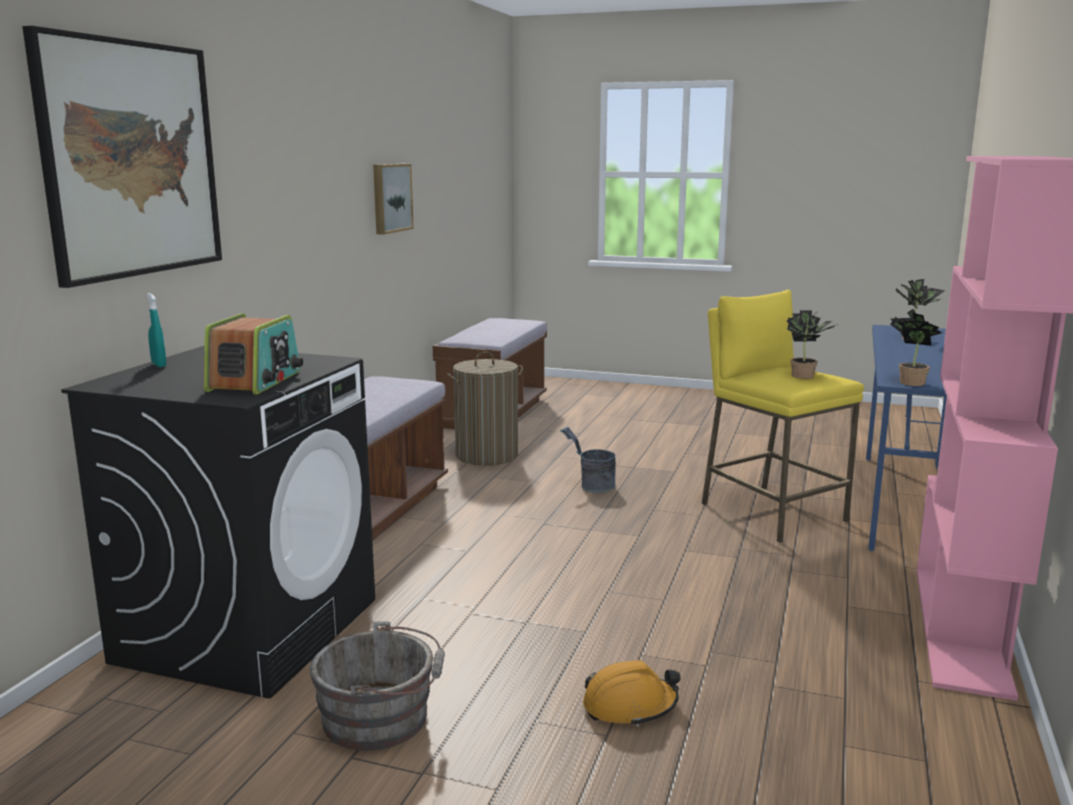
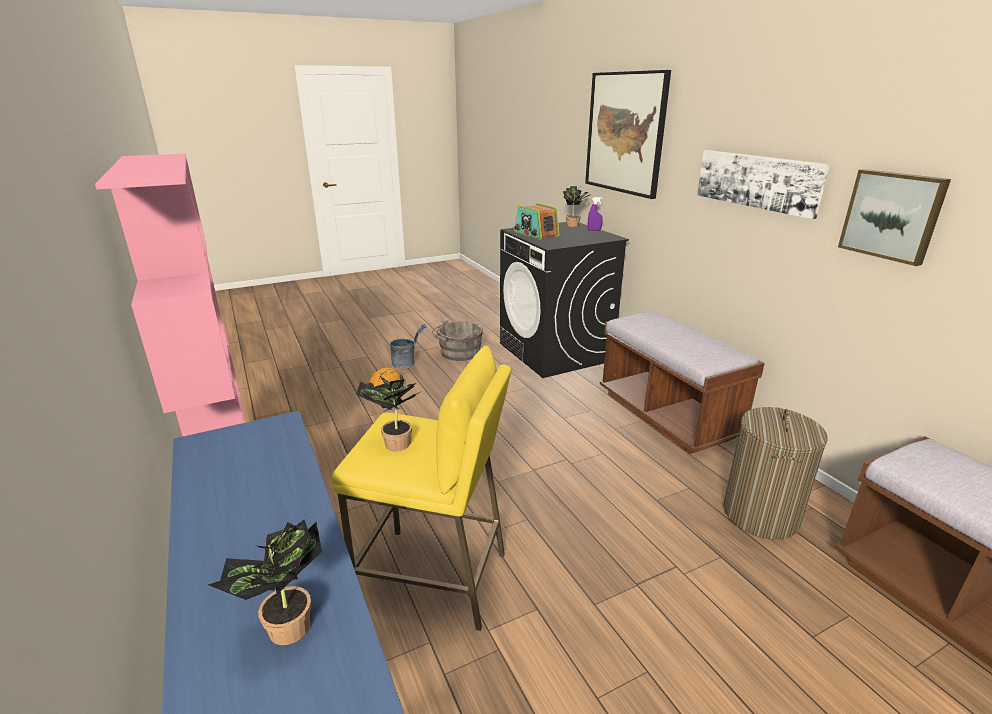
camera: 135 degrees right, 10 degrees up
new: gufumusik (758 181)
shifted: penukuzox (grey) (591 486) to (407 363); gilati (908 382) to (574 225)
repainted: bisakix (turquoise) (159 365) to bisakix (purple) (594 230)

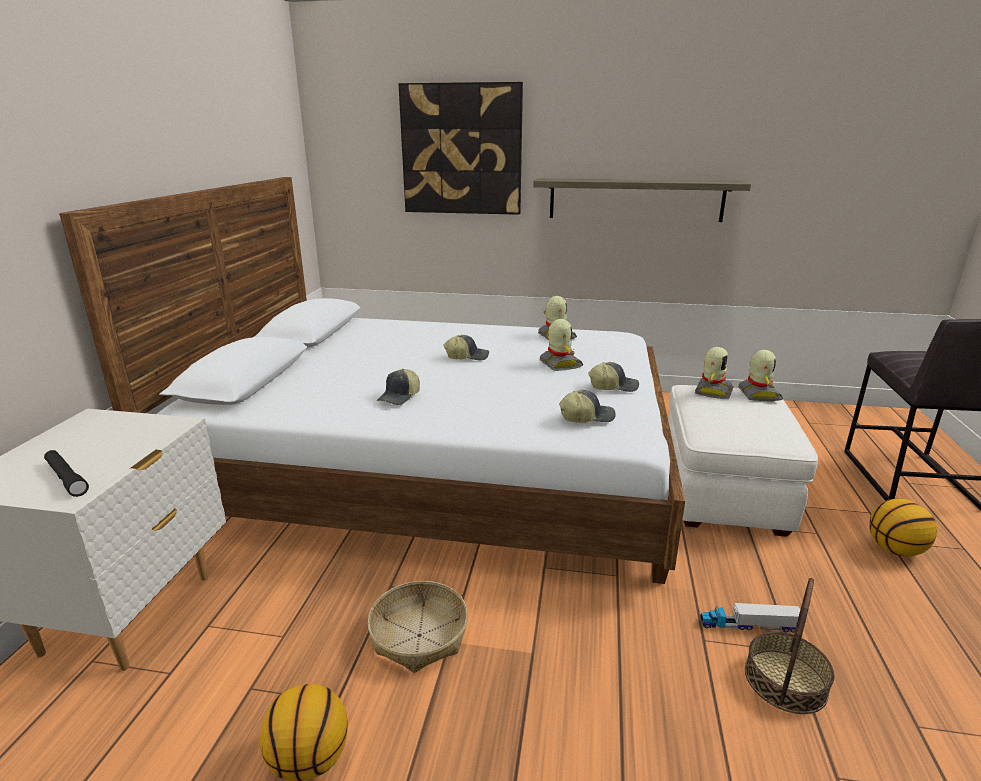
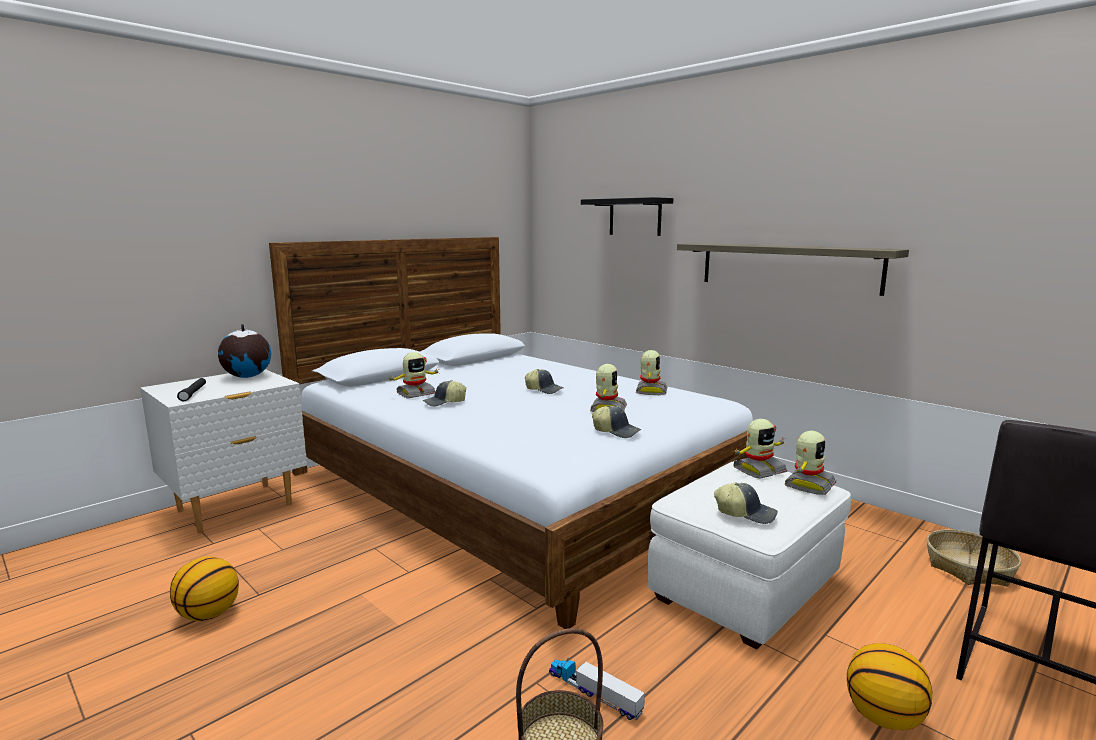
camera: 35 degrees right, 10 degrees down
new: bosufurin (247 377); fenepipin (415 394)
shifted: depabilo (419 635) to (968 567); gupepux (586 417) to (745 513)
swapped: gufumusik (461 150) to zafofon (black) (635 217)

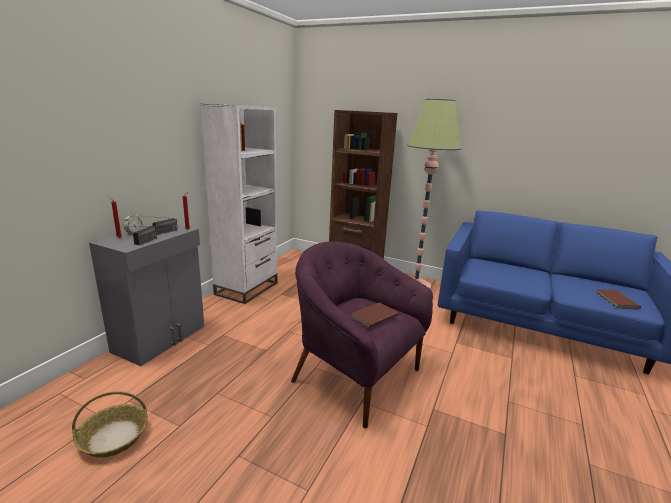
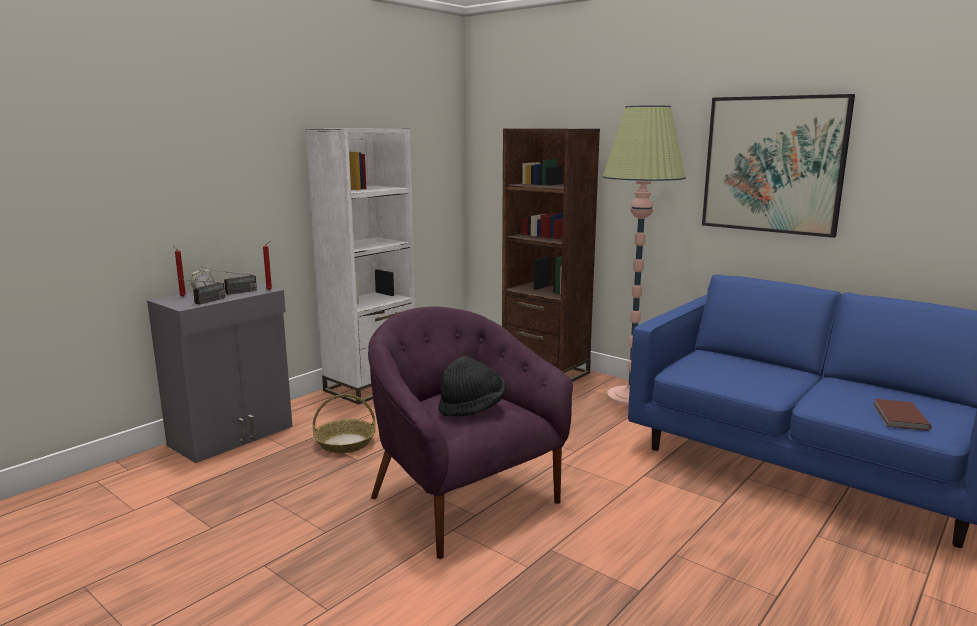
camera: 15 degrees right, 5 degrees down
new: gufumusik (773 164)
shifted: depabilo (114 437) to (345 443)
swapped: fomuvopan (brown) (373 316) to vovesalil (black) (472 408)

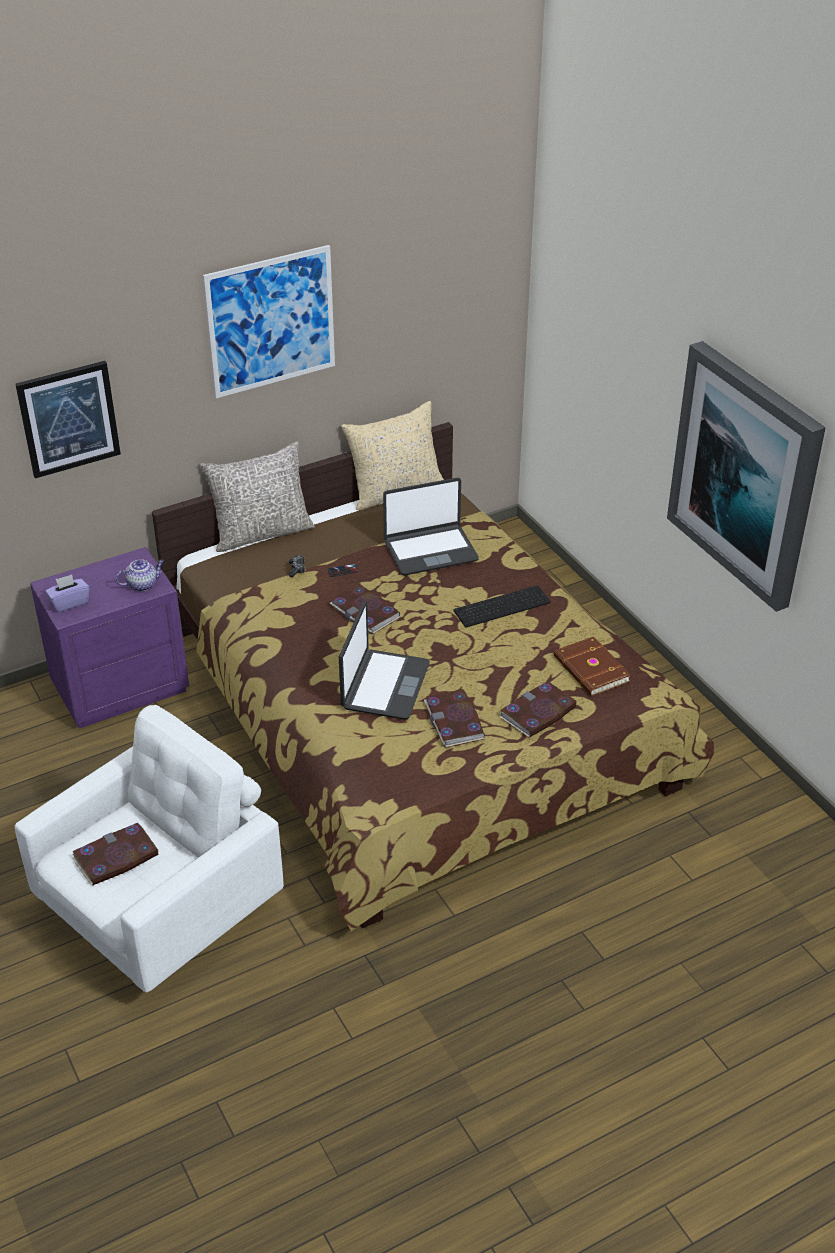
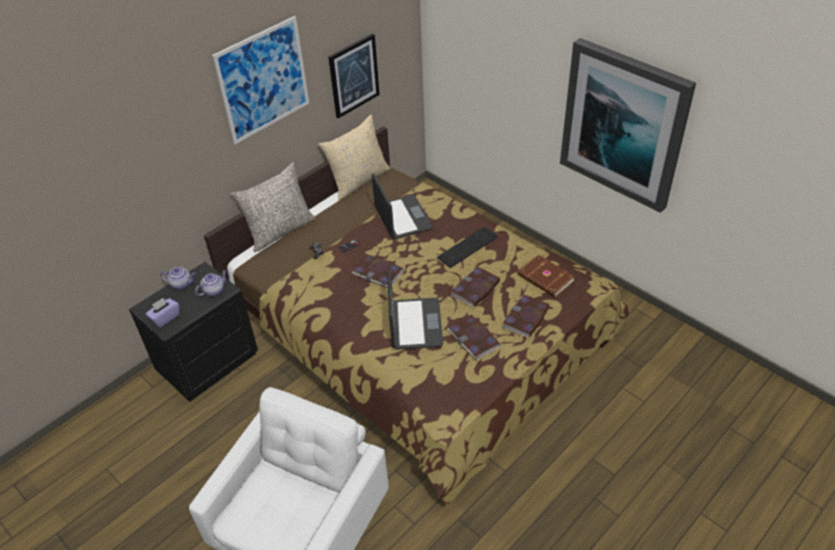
camera: 15 degrees left, 5 degrees up
new: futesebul (182 284)
shifted: gufumusik (68 418) to (354 75); fomuvopan (116 857) to (475 289)
repainted: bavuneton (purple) (120 686) to bavuneton (black) (207 362)
rotated: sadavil (430 550) = (402 218) 75 degrees counterclockwise

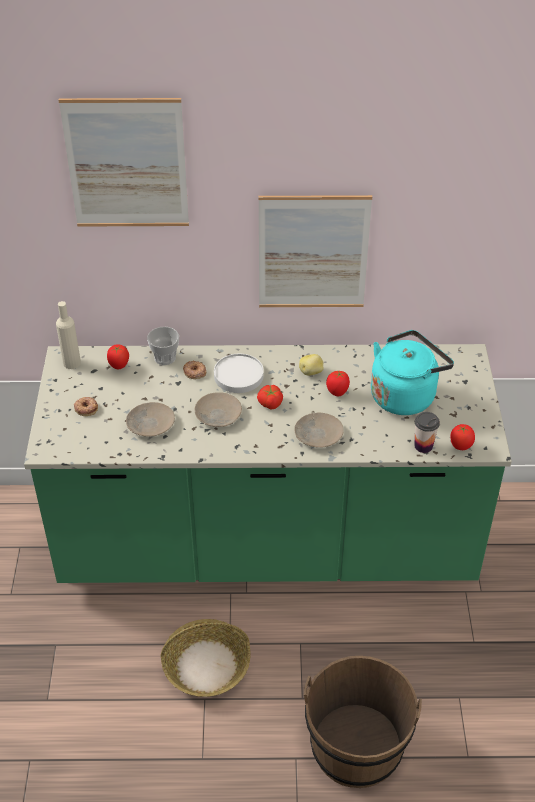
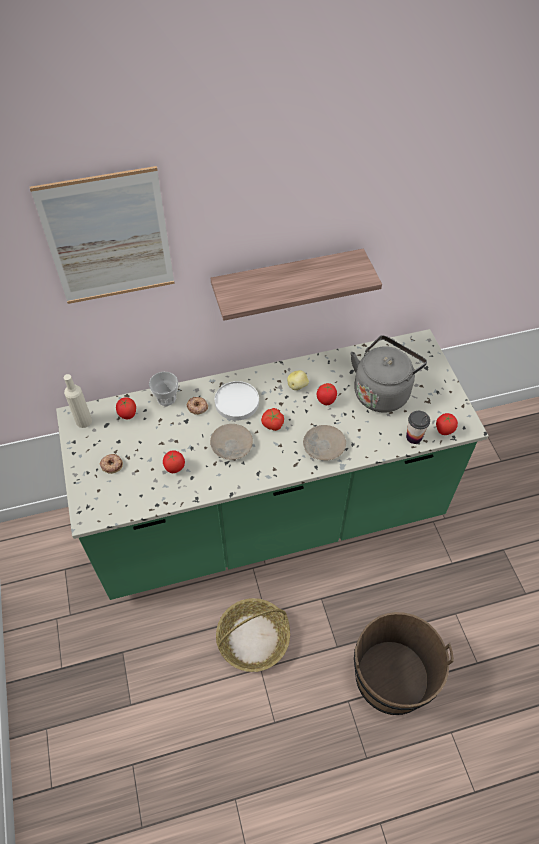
camera: 15 degrees left, 10 degrees up
swapped: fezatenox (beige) (150 424) to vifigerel (175 468); gufumusik (313 253) to zafofon (287 284)
repainted: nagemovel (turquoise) (405 395) to nagemovel (grey) (382 391)

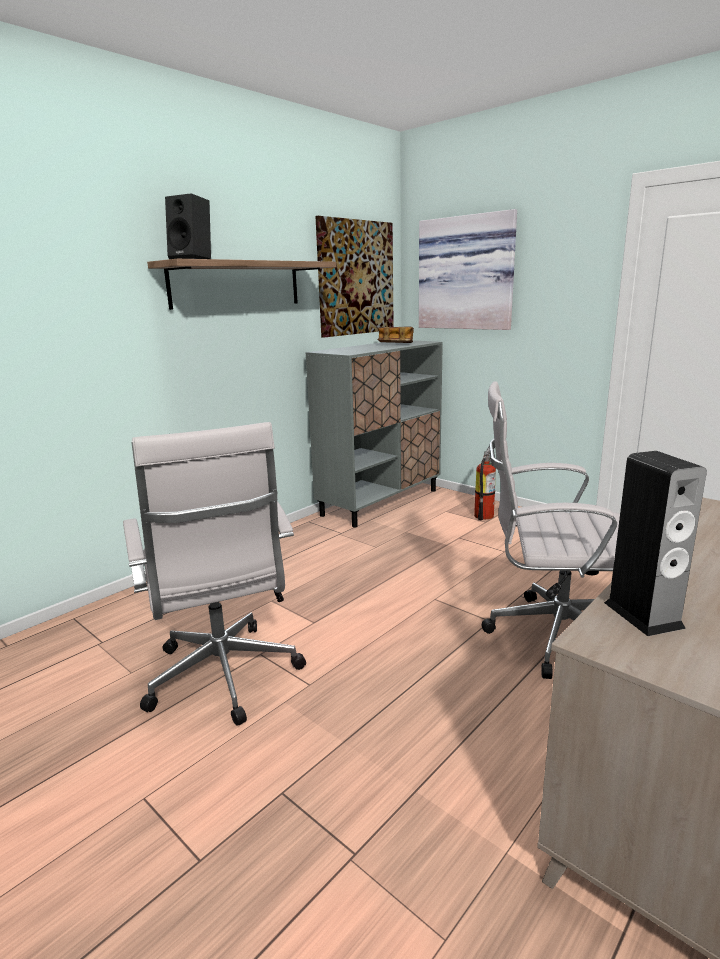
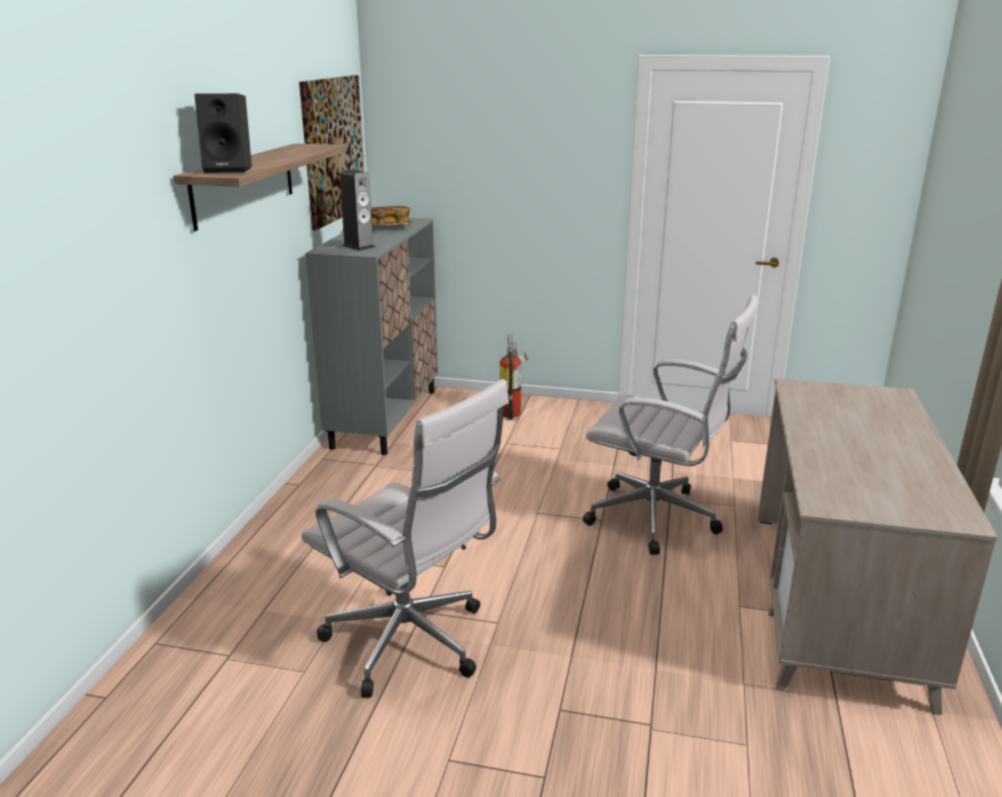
camera: 30 degrees left, 5 degrees up
gone: gufumusik (467 273)
shifted: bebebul (643 615) to (358 246)
rotated: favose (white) (550 635) = (658 519) 135 degrees counterclockwise

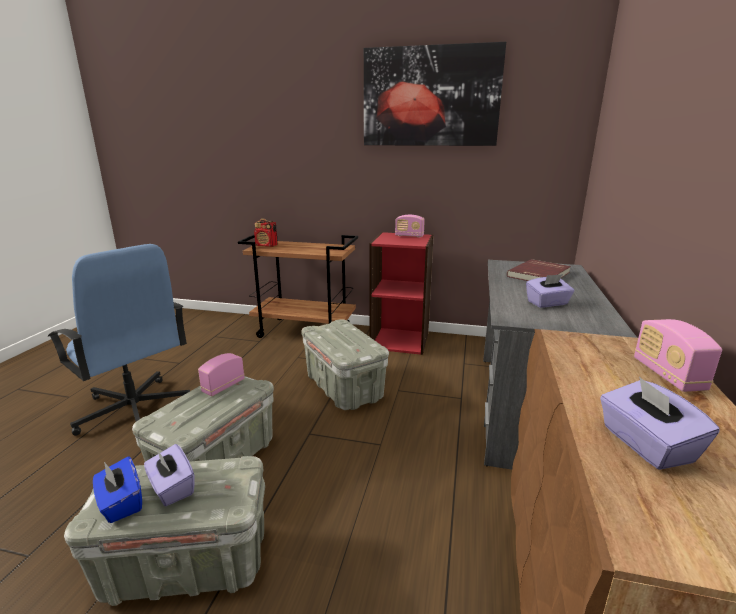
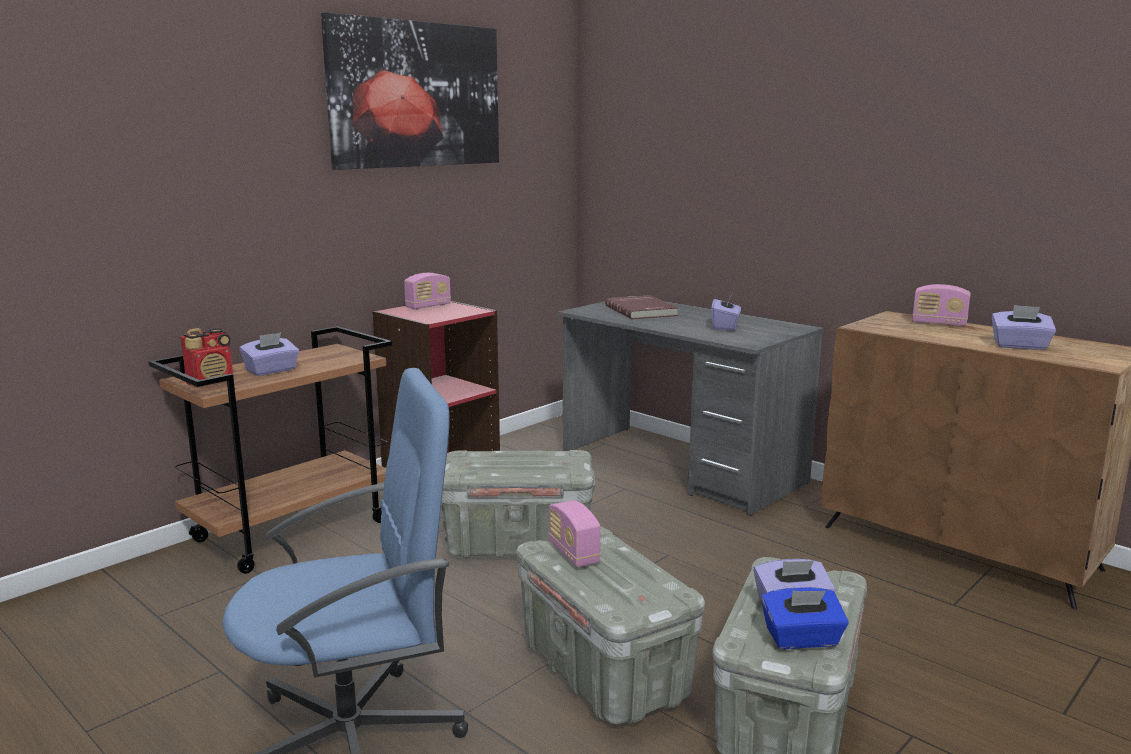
camera: 60 degrees left, 5 degrees down
new: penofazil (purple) (271 370)

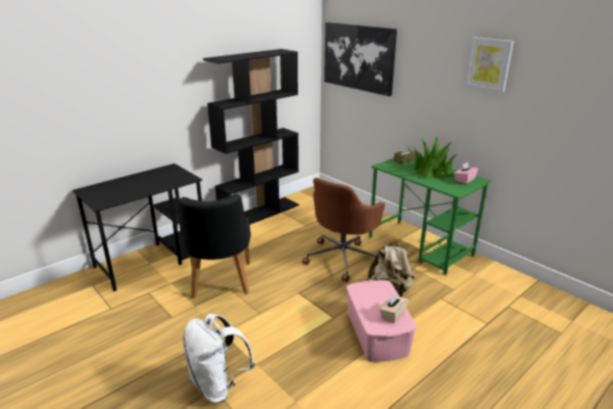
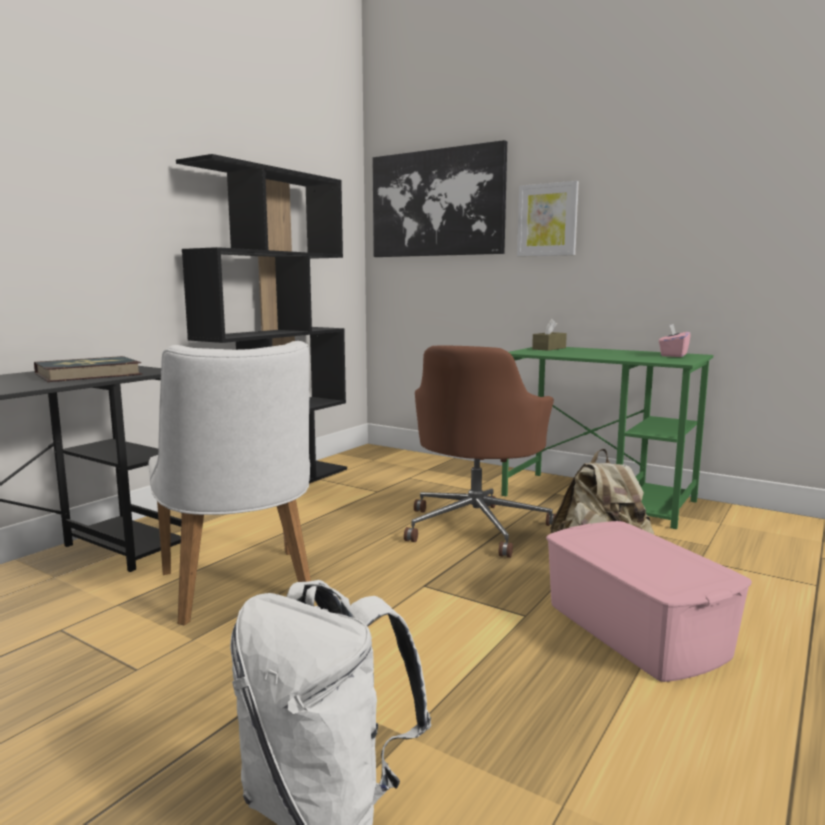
camera: 15 degrees left, 15 degrees down
gone: penofazil (beige) (392 314); gilati (432 171)
new: fomuvopan (88 374)
shifted: gufumusik (489 64) to (547 220)
repainted: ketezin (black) (220 283) to ketezin (white) (240 592)

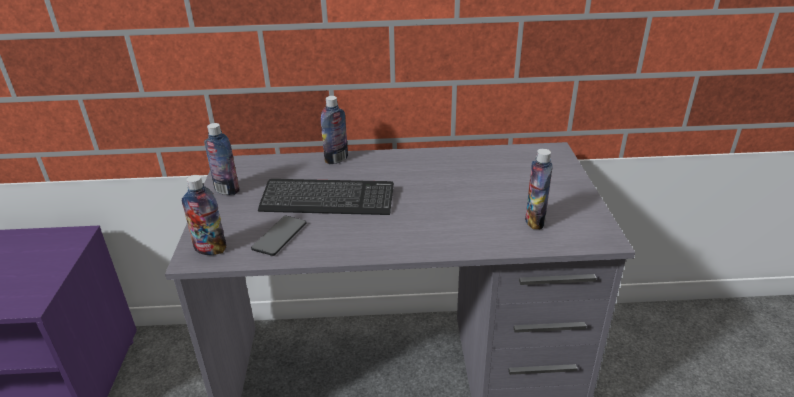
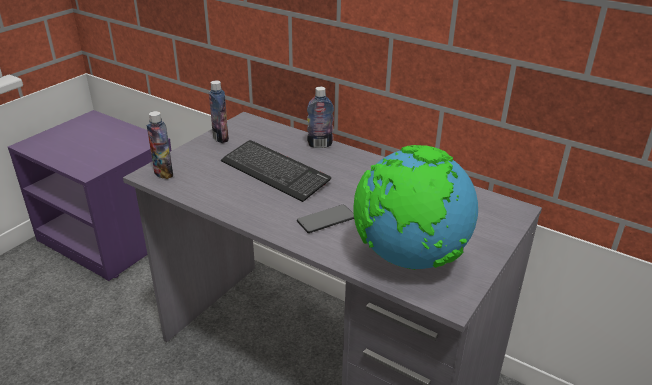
camera: 35 degrees right, 0 degrees up
shifted: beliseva (279 236) to (326 220)
swapped: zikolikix (534 221) to bosufurin (409 258)

